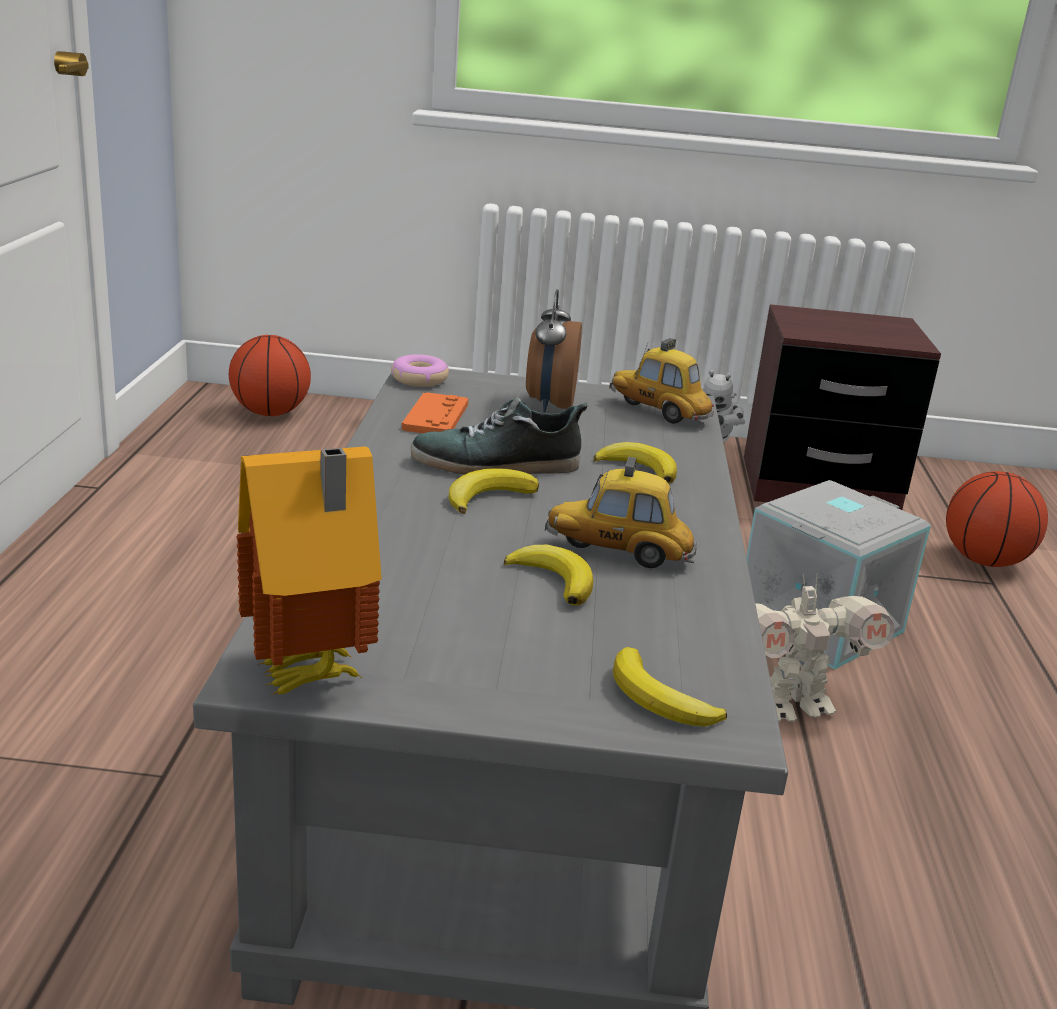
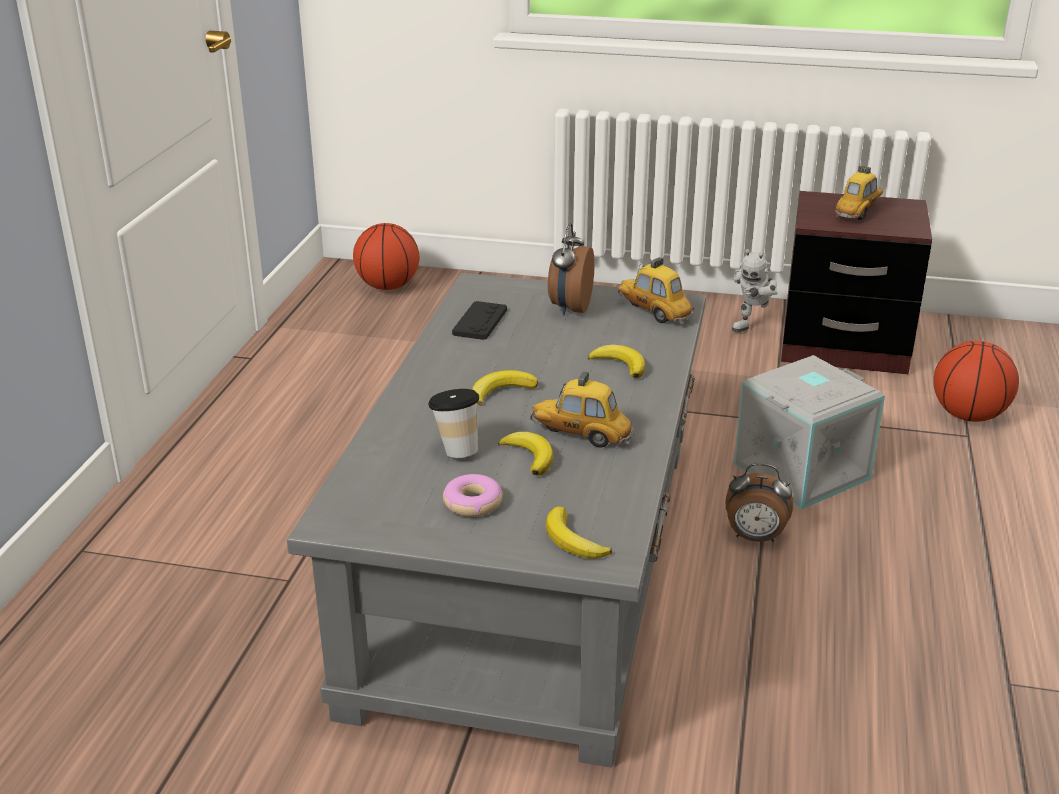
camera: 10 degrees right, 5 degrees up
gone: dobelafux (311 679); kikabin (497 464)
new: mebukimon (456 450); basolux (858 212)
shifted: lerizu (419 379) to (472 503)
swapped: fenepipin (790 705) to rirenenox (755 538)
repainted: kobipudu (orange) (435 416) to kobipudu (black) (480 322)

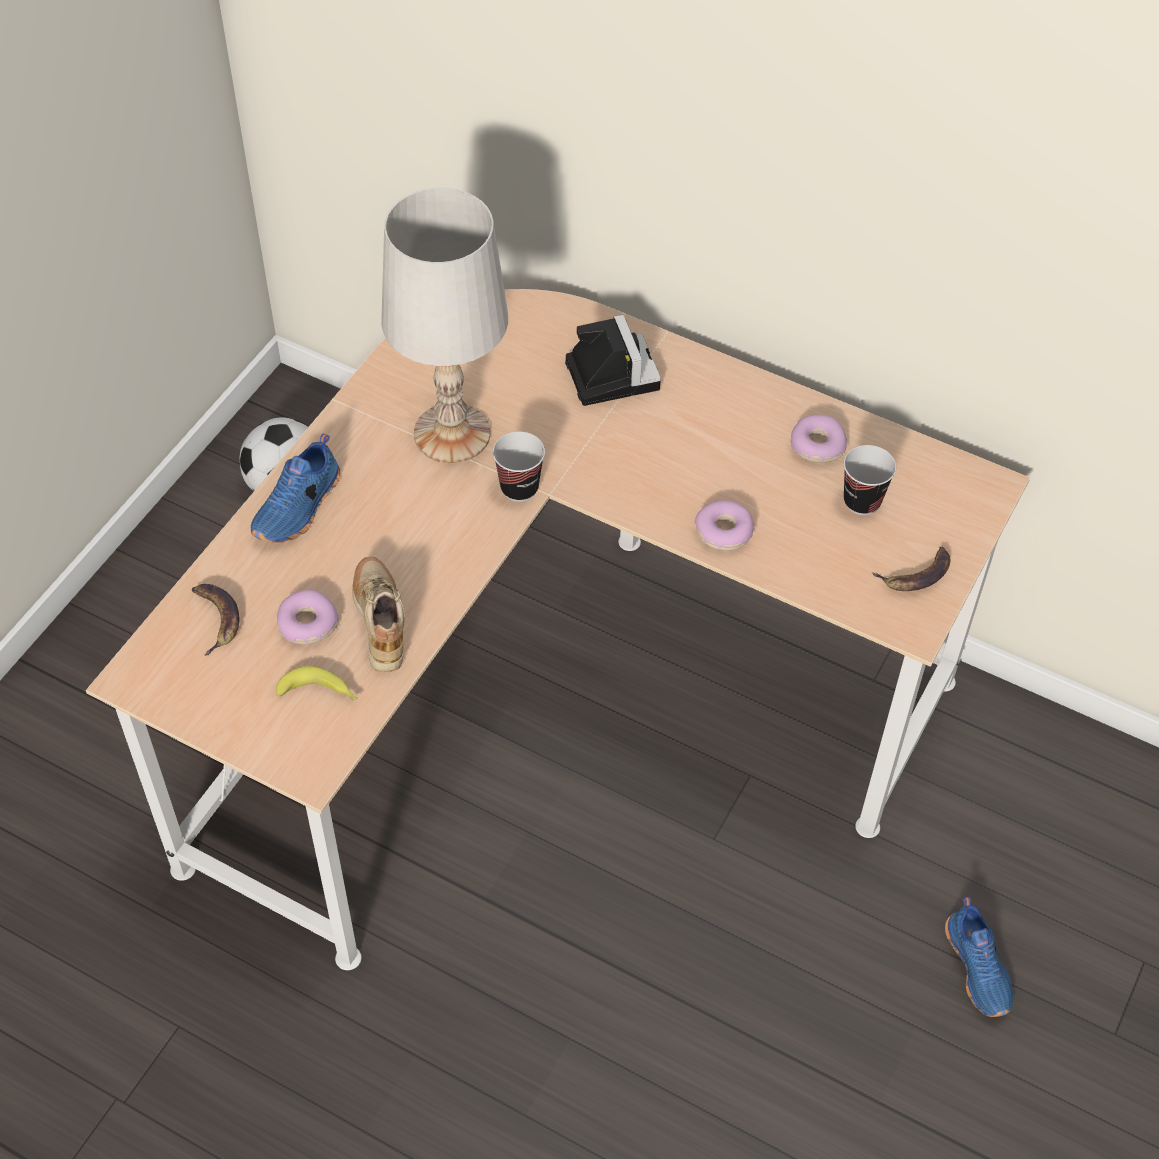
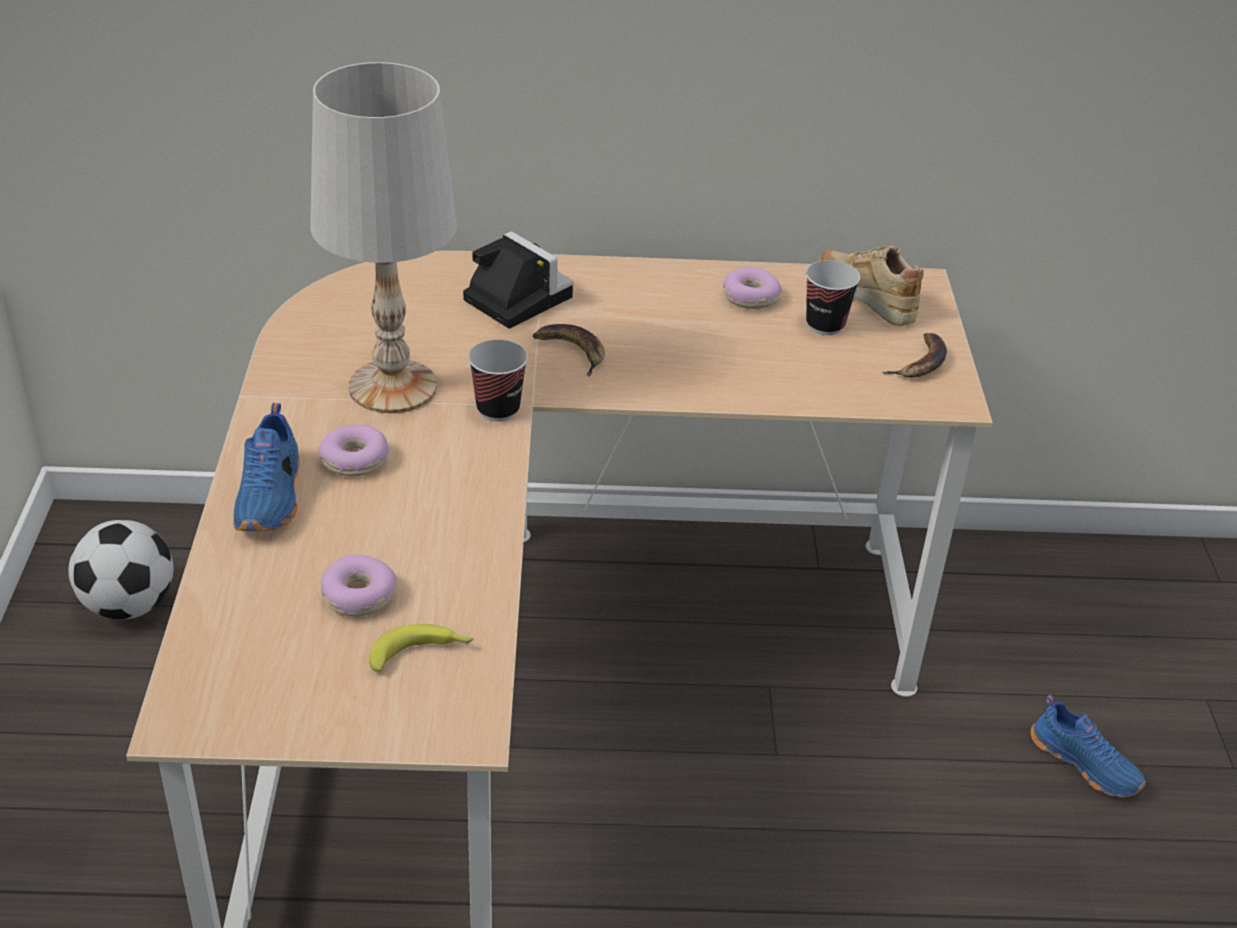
camera: 30 degrees left, 15 degrees down
shifted: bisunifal (215 618) to (570 351); kikabin (beige) (381 622) to (866 299); lerizu (724 532) to (355 460)

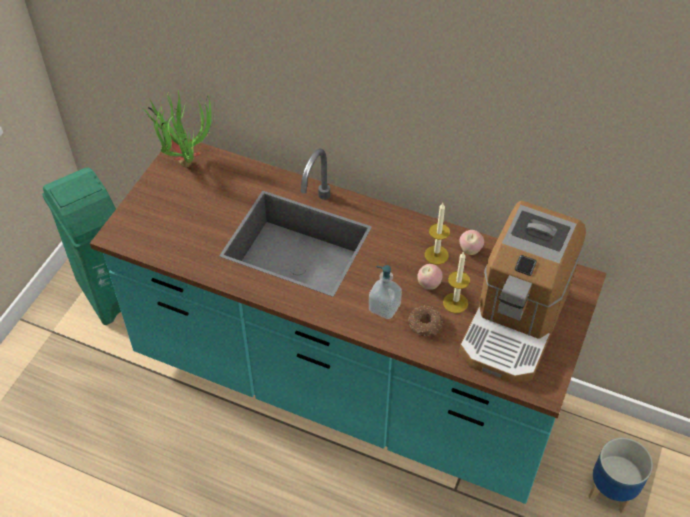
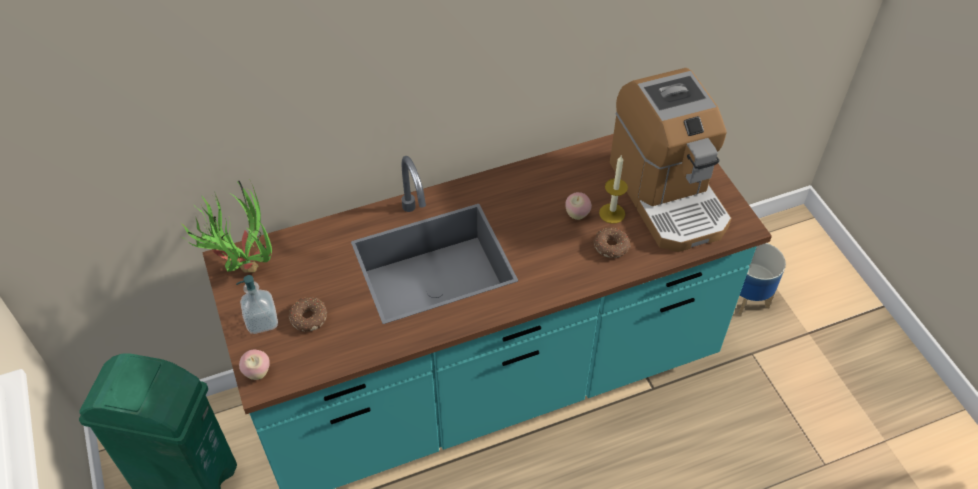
camera: 45 degrees left, 0 degrees up
gone: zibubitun (436 255)
new: lerizu (309 317)
shifted: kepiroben (384 307) to (262 321); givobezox (470 250) to (257 373)

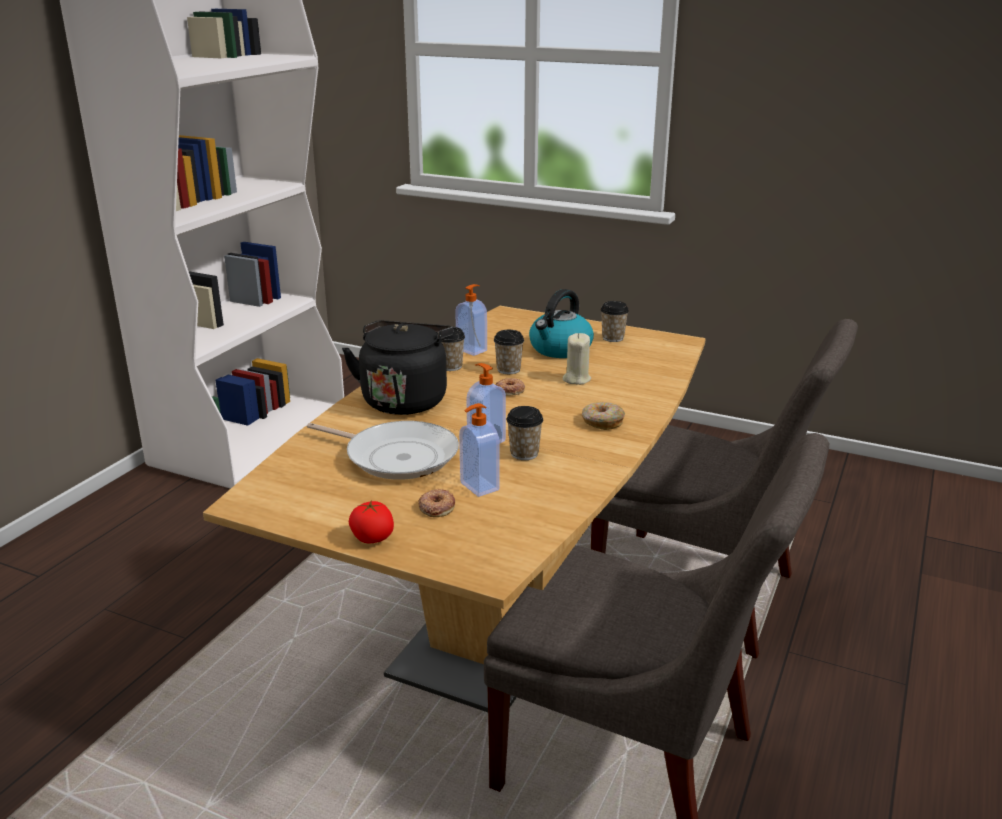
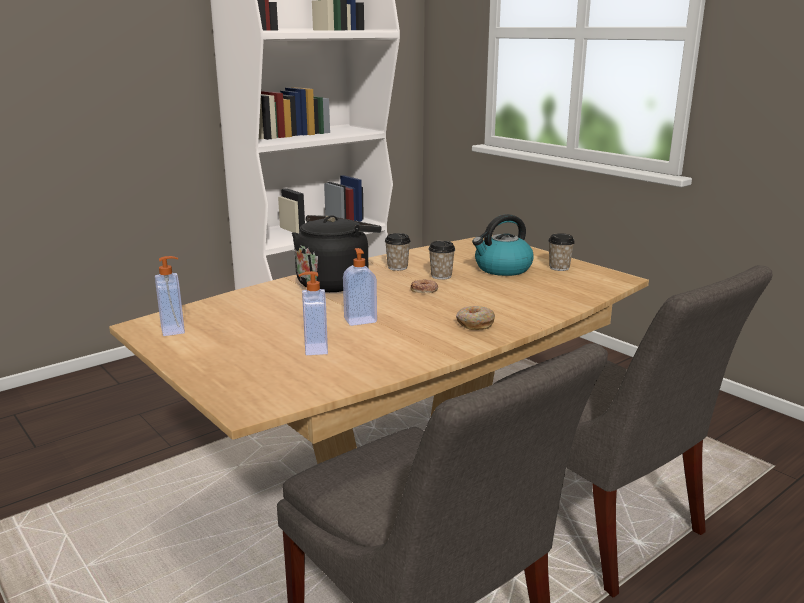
camera: 25 degrees right, 5 degrees down
gone: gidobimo (396 456); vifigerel (372 538); lerizu (436 507); mebukimon (524 454); zibubitun (beige) (576 379)
shifted: kepiroben (472 350) to (174 329)

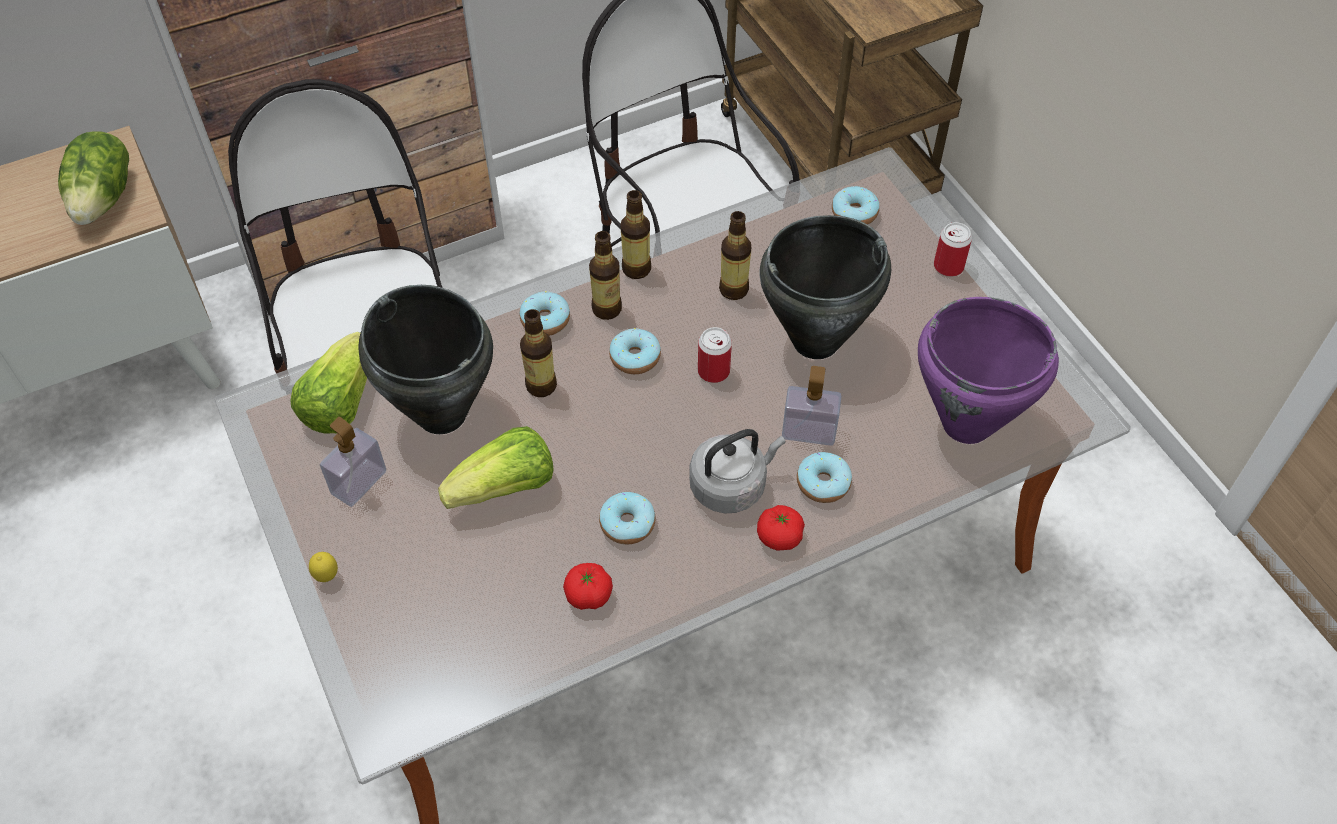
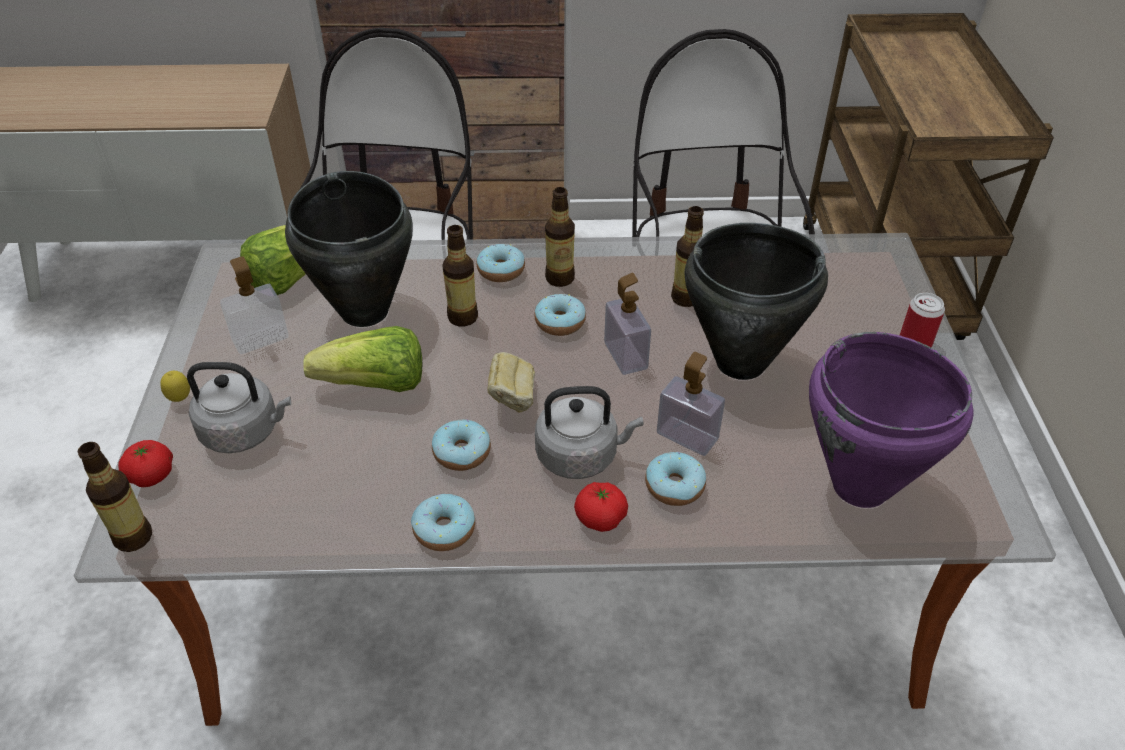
camera: 25 degrees right, 10 degrees down
gone: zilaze (105 198)
new: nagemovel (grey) (245 432); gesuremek (512 400)
shifted: vifigerel (588 594) to (151 475); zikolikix (636 269) to (133 537); lerizu (854 213) to (444 530)
swapped: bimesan (713 371) to kepiroben (625 356)

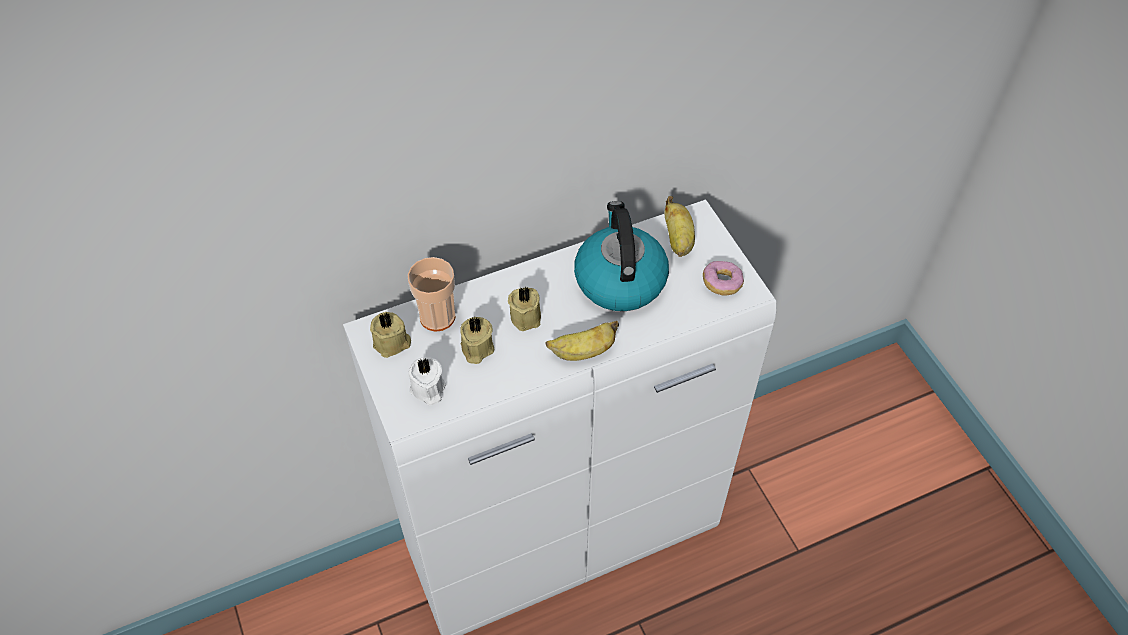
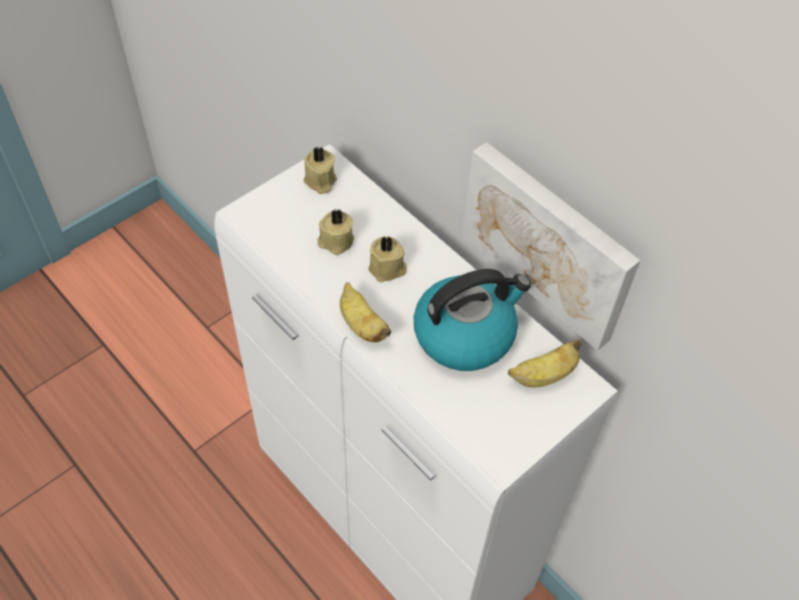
camera: 70 degrees right, 0 degrees up
gone: mebukimon (437 317); zibubitun (white) (428 390); lerizu (722 283)
new: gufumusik (549 242)

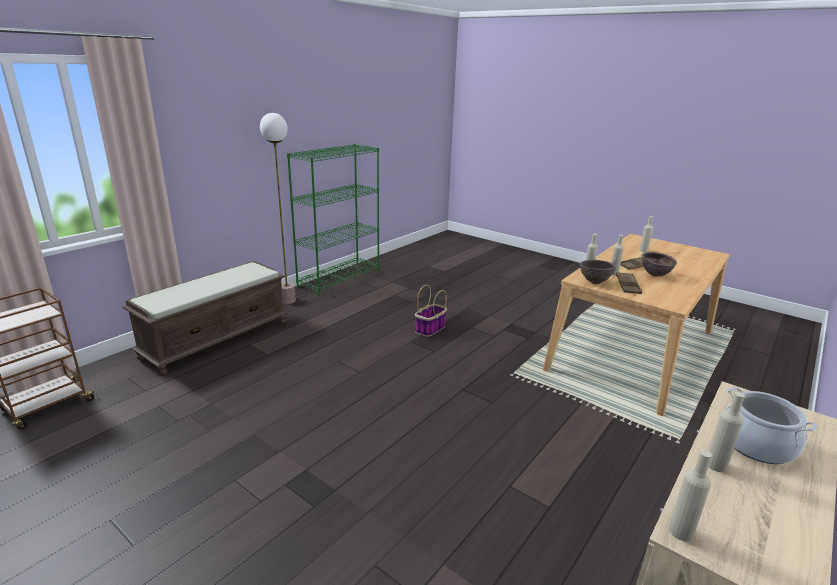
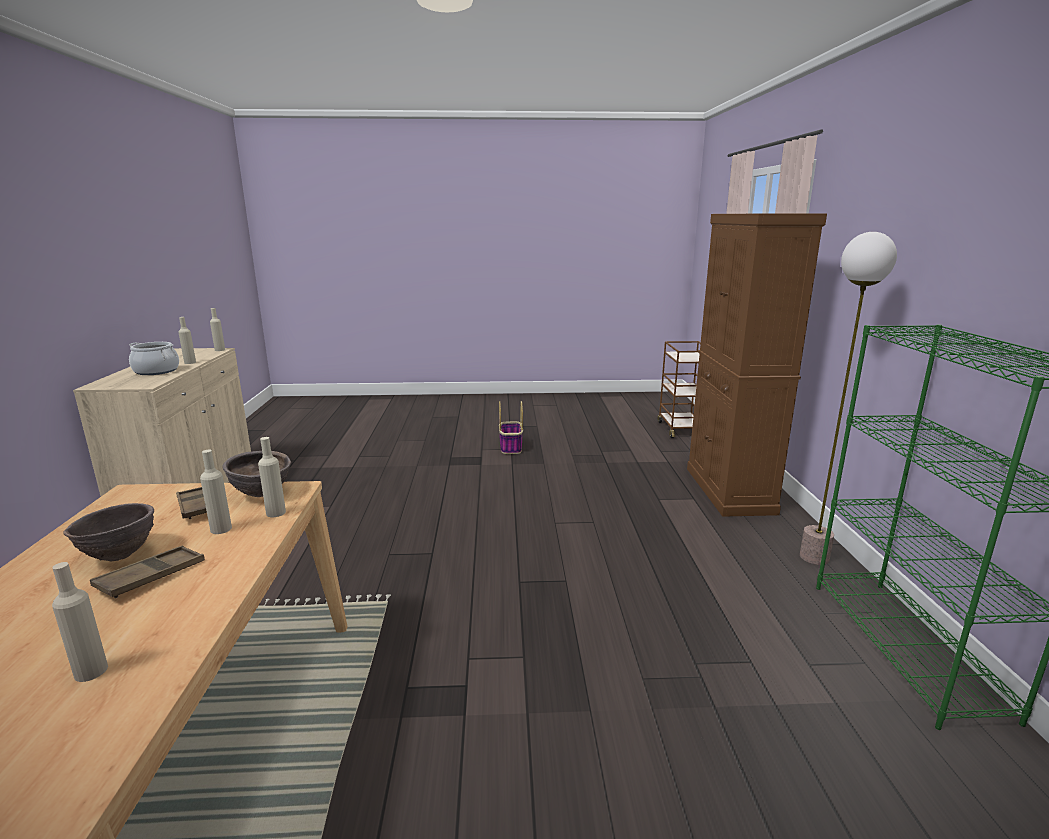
camera: 140 degrees right, 5 degrees down
shifted: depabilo (430 329) to (510 447)
swapped: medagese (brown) (217 338) to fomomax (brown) (729 490)

